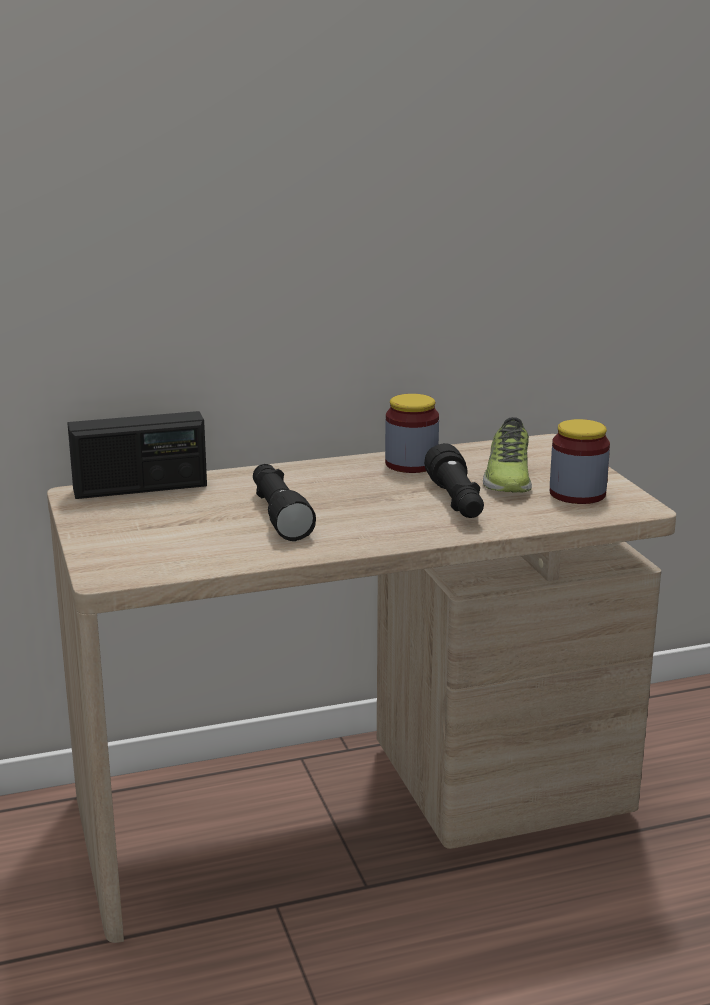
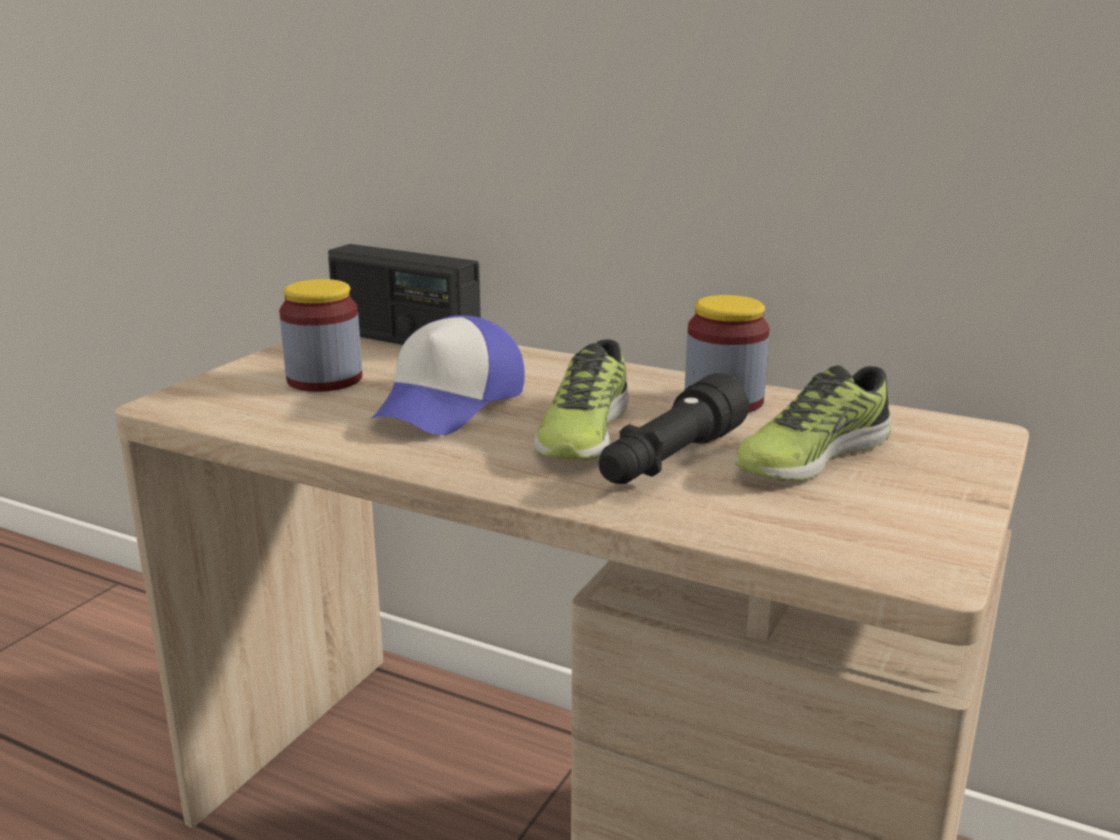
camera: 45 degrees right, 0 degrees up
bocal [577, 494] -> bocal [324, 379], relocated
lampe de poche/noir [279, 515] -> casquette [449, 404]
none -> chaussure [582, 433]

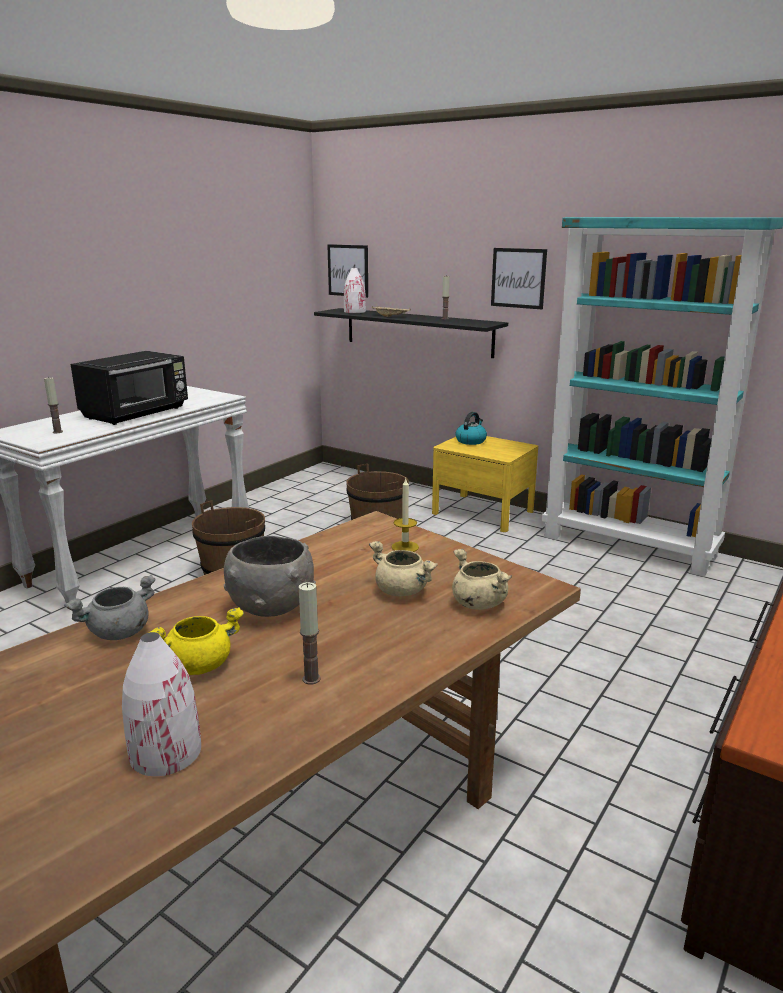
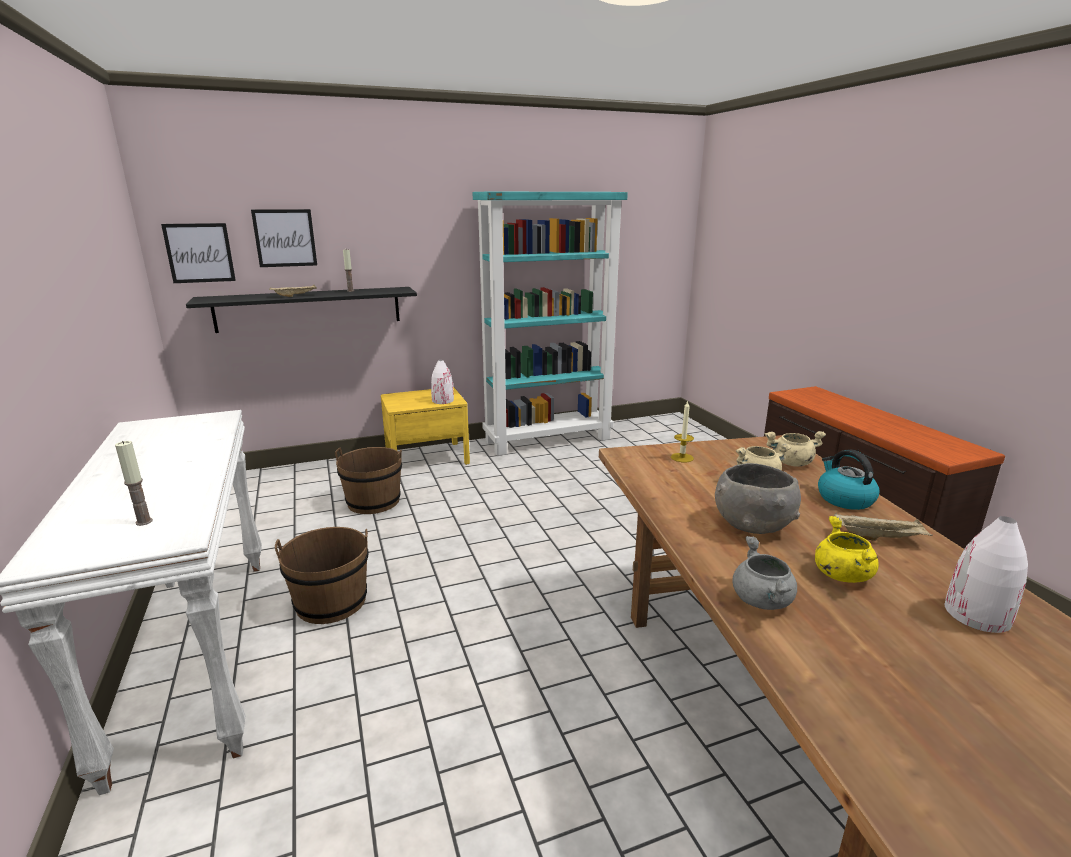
camera: 55 degrees left, 0 degrees up
tableau [518, 278] -> tableau [285, 238], relocated
vase/blanc [355, 311] -> vase/blanc [442, 400], relocated
bouilloire [471, 441] -> bouilloire [844, 499], relocated
bougie [311, 679] -> plateau/beige [879, 538]
micro-ondes/noir [137, 413] -> none

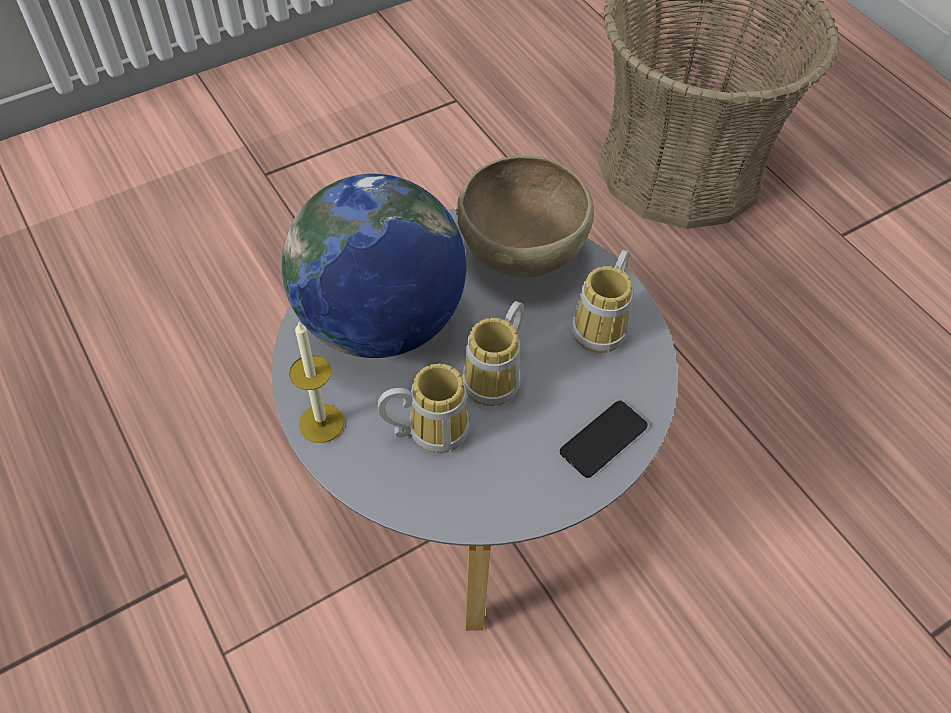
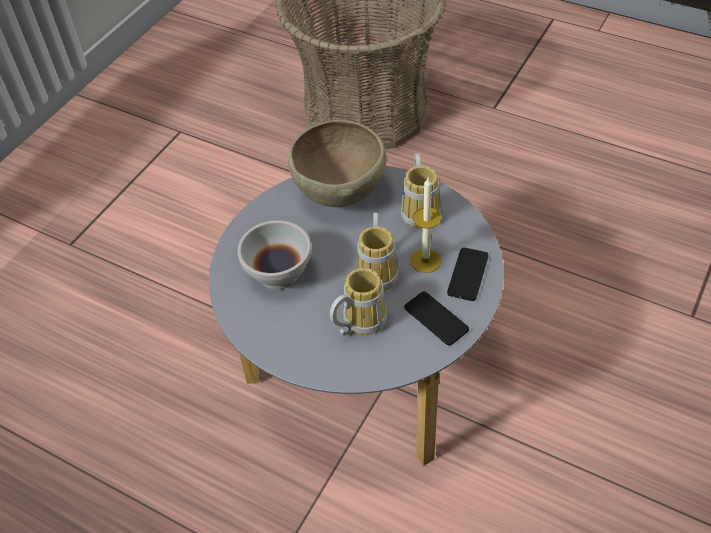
camera: 25 degrees left, 5 degrees down
globe [380, 321] -> bol/blanc [279, 275]
none -> téléphone [436, 318]
bougie [321, 423] -> bougie [425, 261], relocated

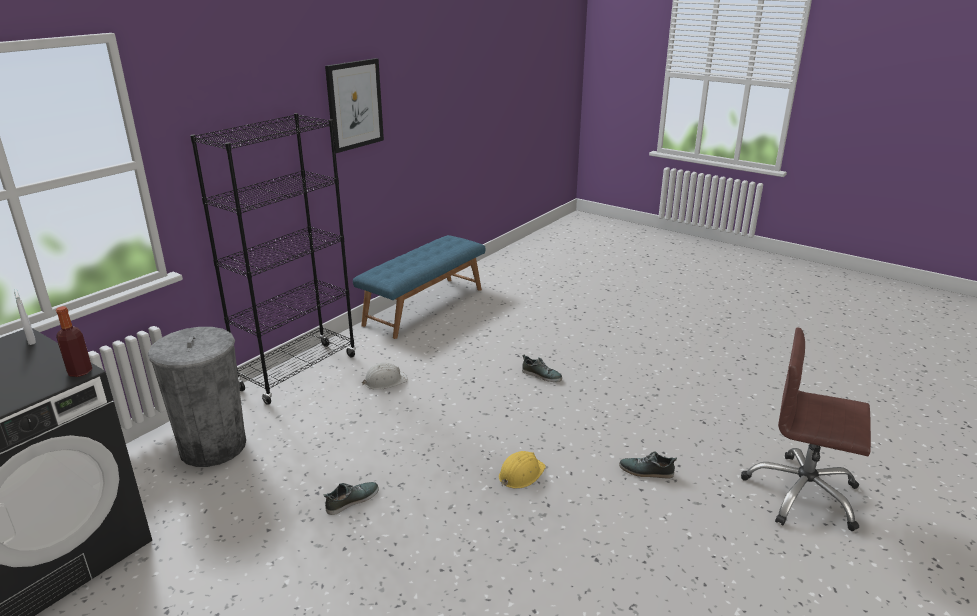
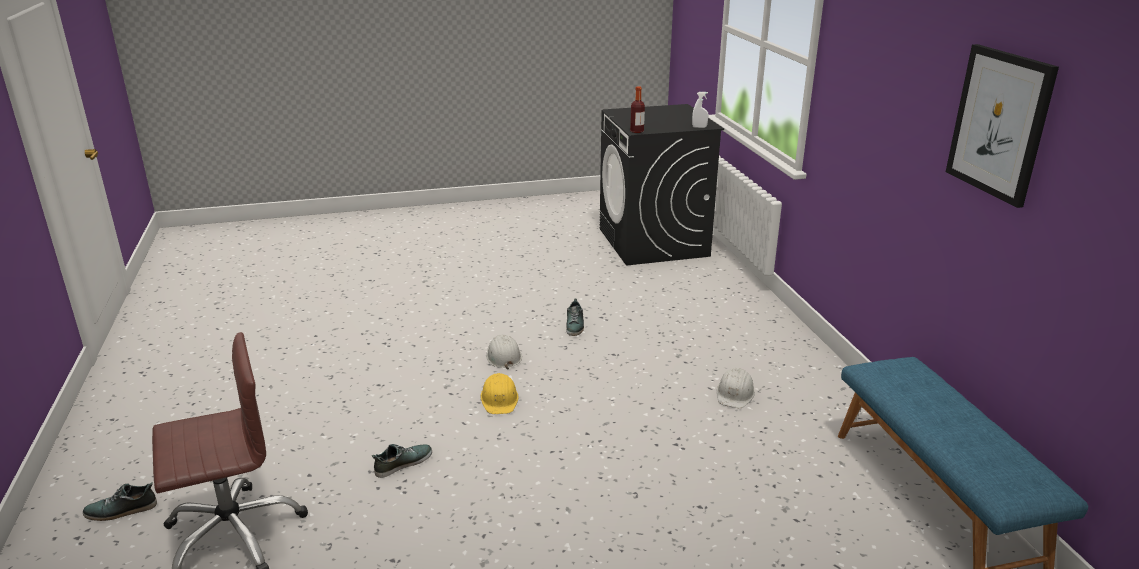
camera: 130 degrees right, 0 degrees up
chaussure [541, 375] -> chaussure [121, 510], relocated
none -> casque de chantier/blanc [503, 356]
poubelle/gris [213, 446] -> none
bibliothèque/noir [298, 372] -> none

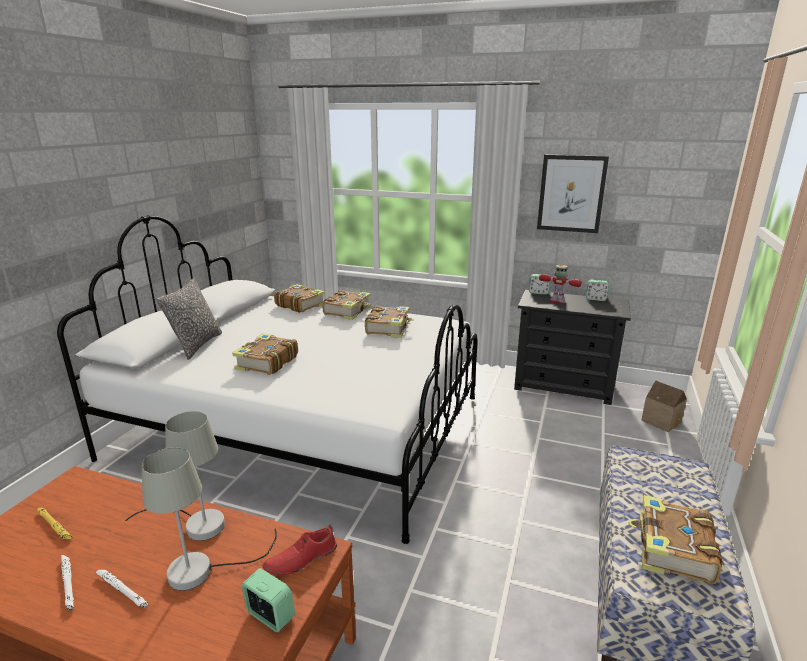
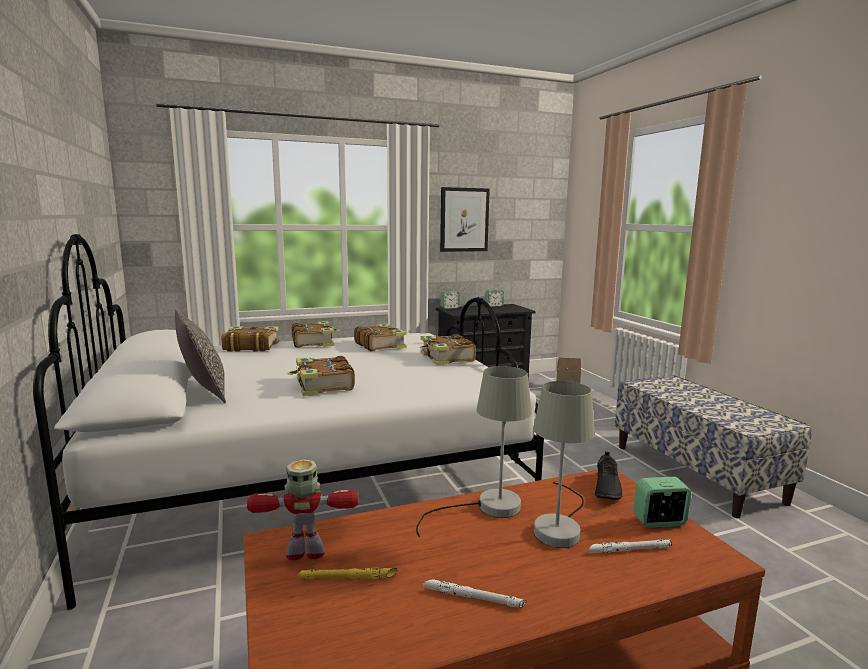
camera: 40 degrees left, 10 degrees down
robot jouet [558, 302] -> robot jouet [306, 552], relocated
livre [672, 550] -> livre [446, 358], relocated
lampe de poche/blanc [122, 590] -> lampe de poche/blanc [629, 550], relocated
chaussure/rouge [301, 559] -> chaussure/noir [606, 488]

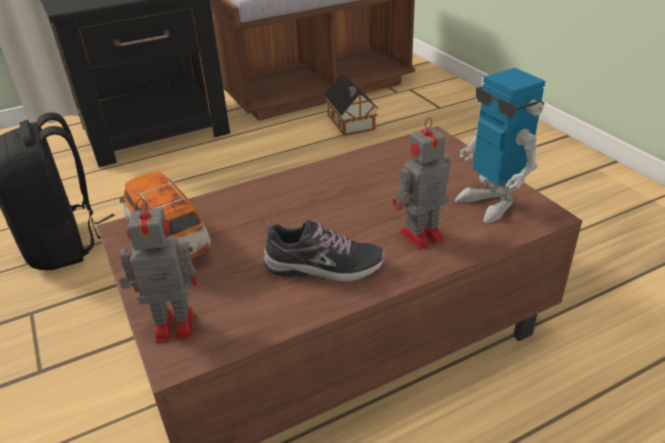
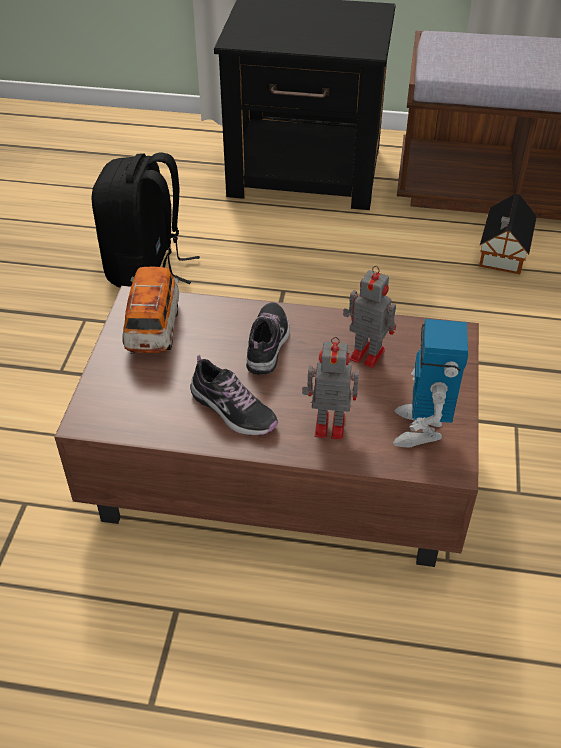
camera: 35 degrees right, 10 degrees up
none -> chaussure [267, 344]
robot jouet [171, 325] -> robot jouet [365, 353], relocated

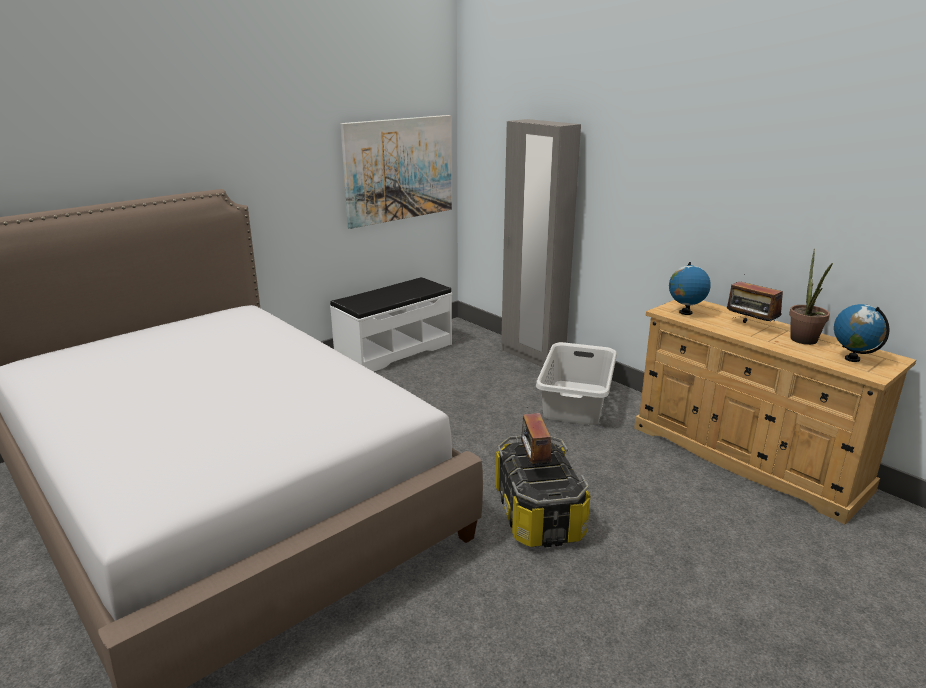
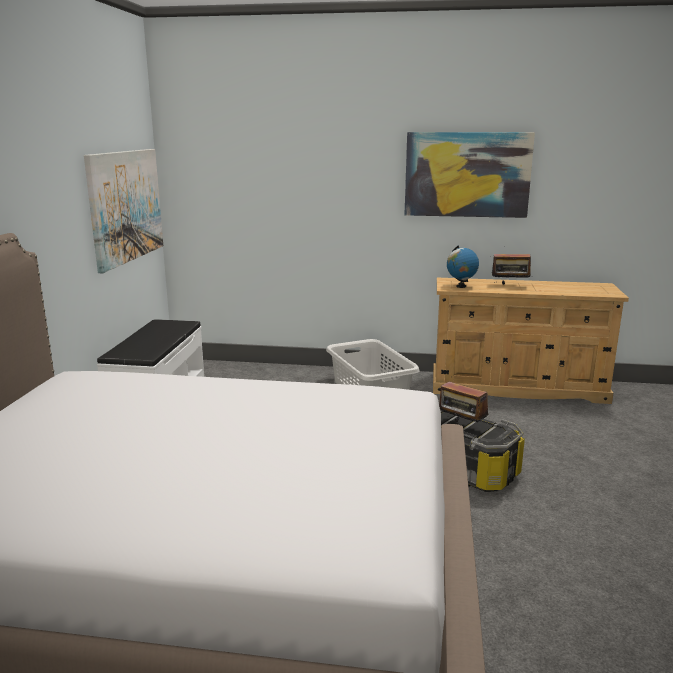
camera: 40 degrees left, 5 degrees down
none -> tableau [467, 174]
armoire/gris [532, 356] -> none
plante en pot [804, 342] -> none
globe [852, 359] -> none

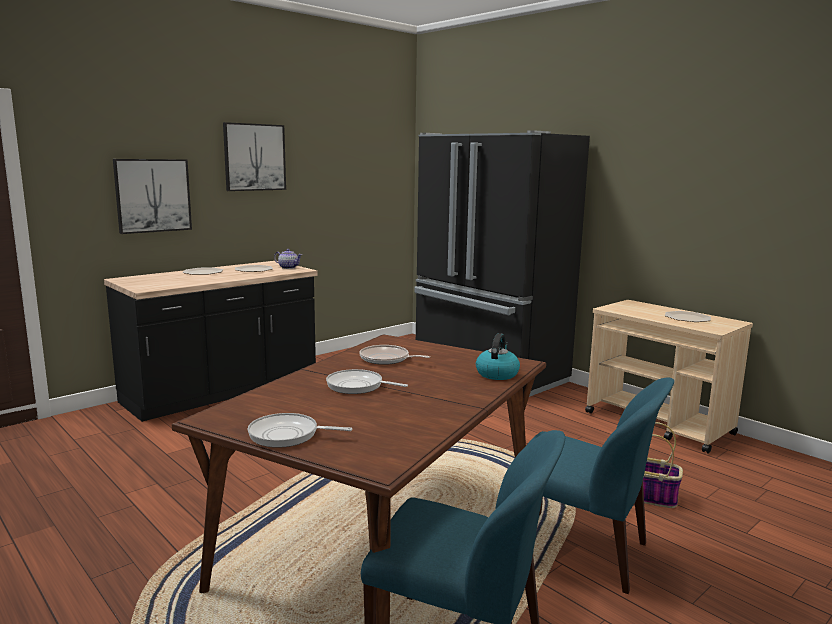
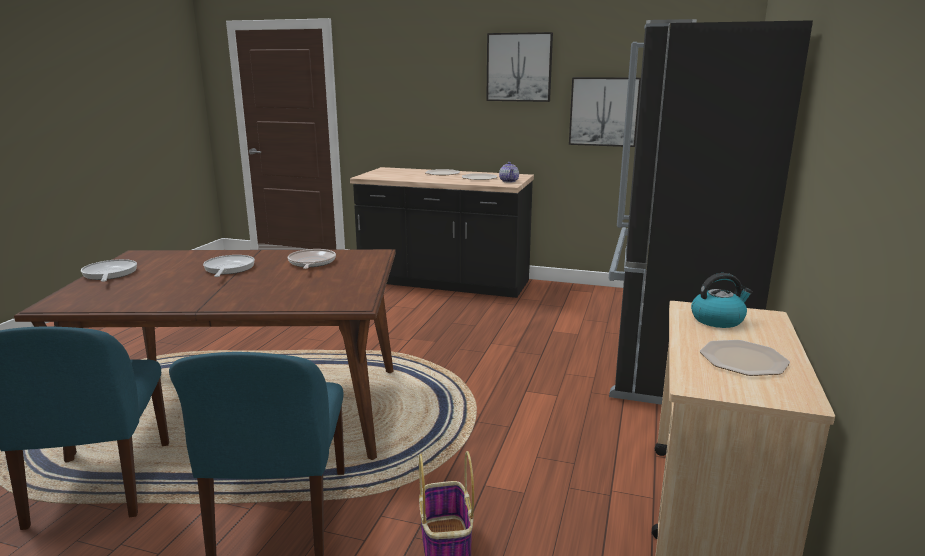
camera: 60 degrees right, 5 degrees up
tableau [153, 195] -> tableau [604, 111], relocated
bouilloire [497, 374] -> bouilloire [718, 320], relocated

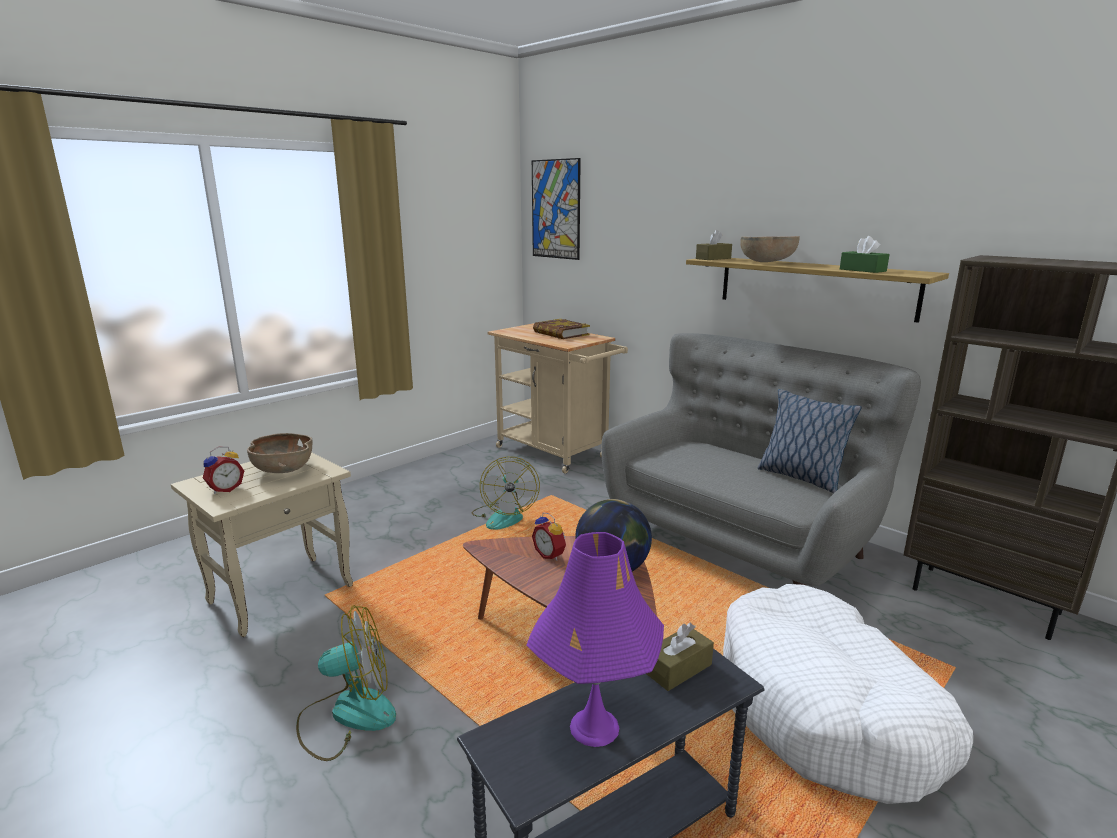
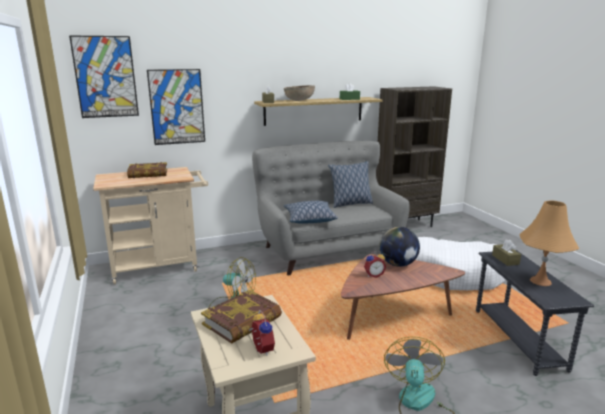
camera: 65 degrees left, 0 degrees up
none -> tableau [177, 107]
bol/marron [283, 470] -> livre [242, 321]
none -> coussin [309, 219]
lampe de table/violet [594, 727] -> lampe de table/orange [540, 281]

